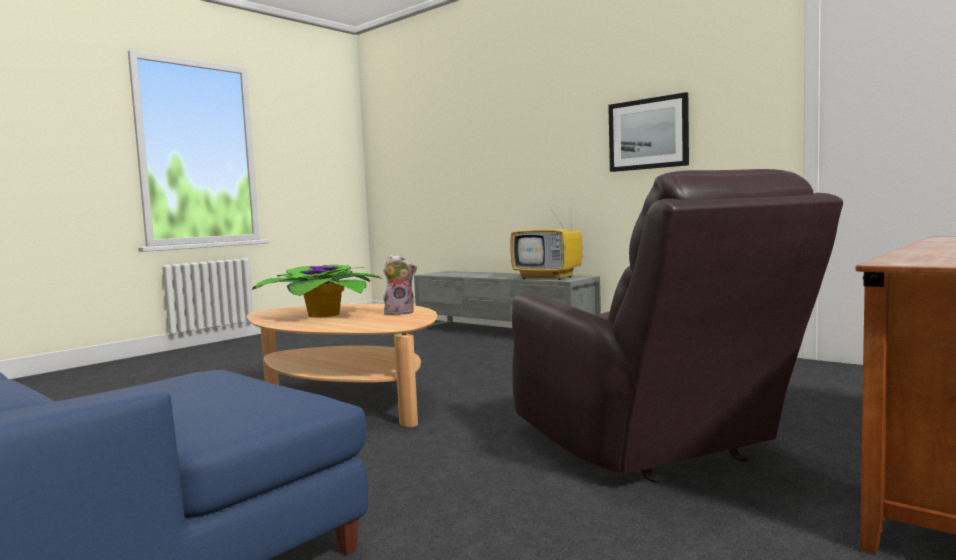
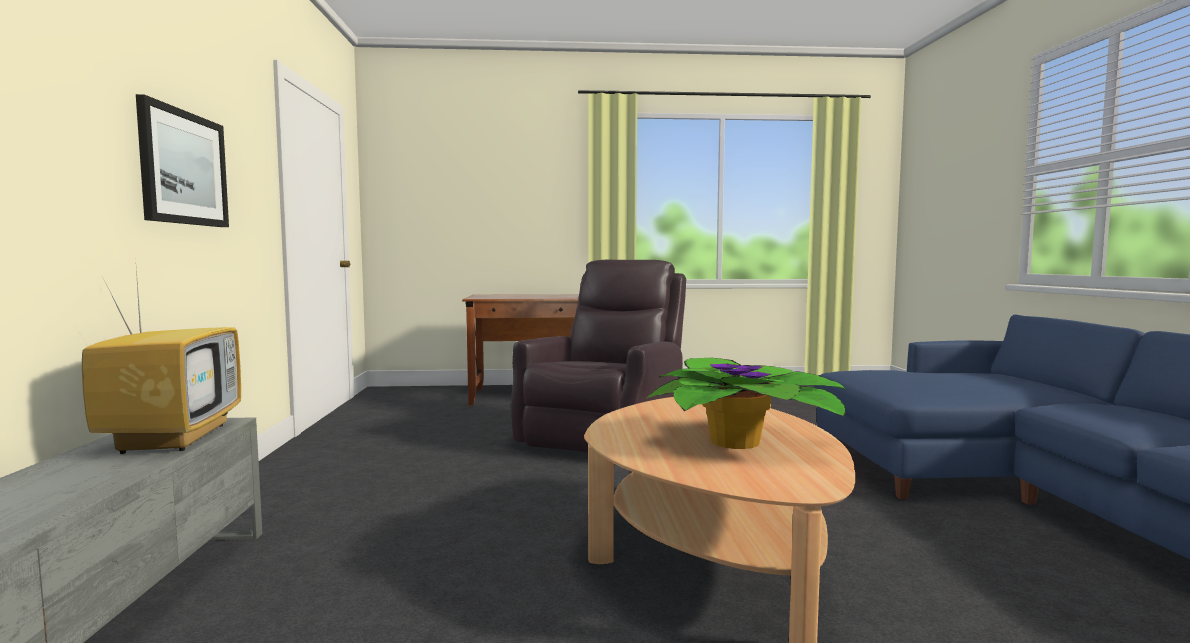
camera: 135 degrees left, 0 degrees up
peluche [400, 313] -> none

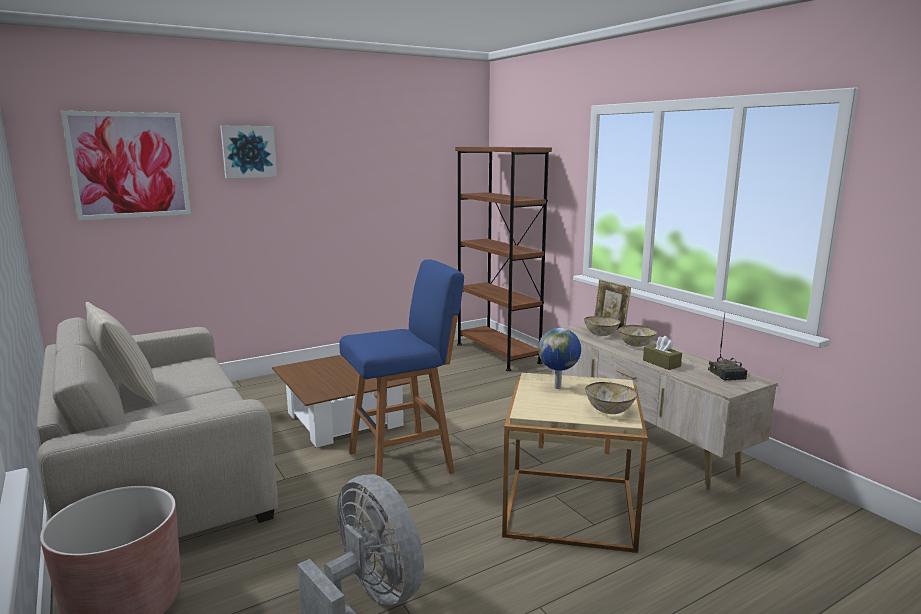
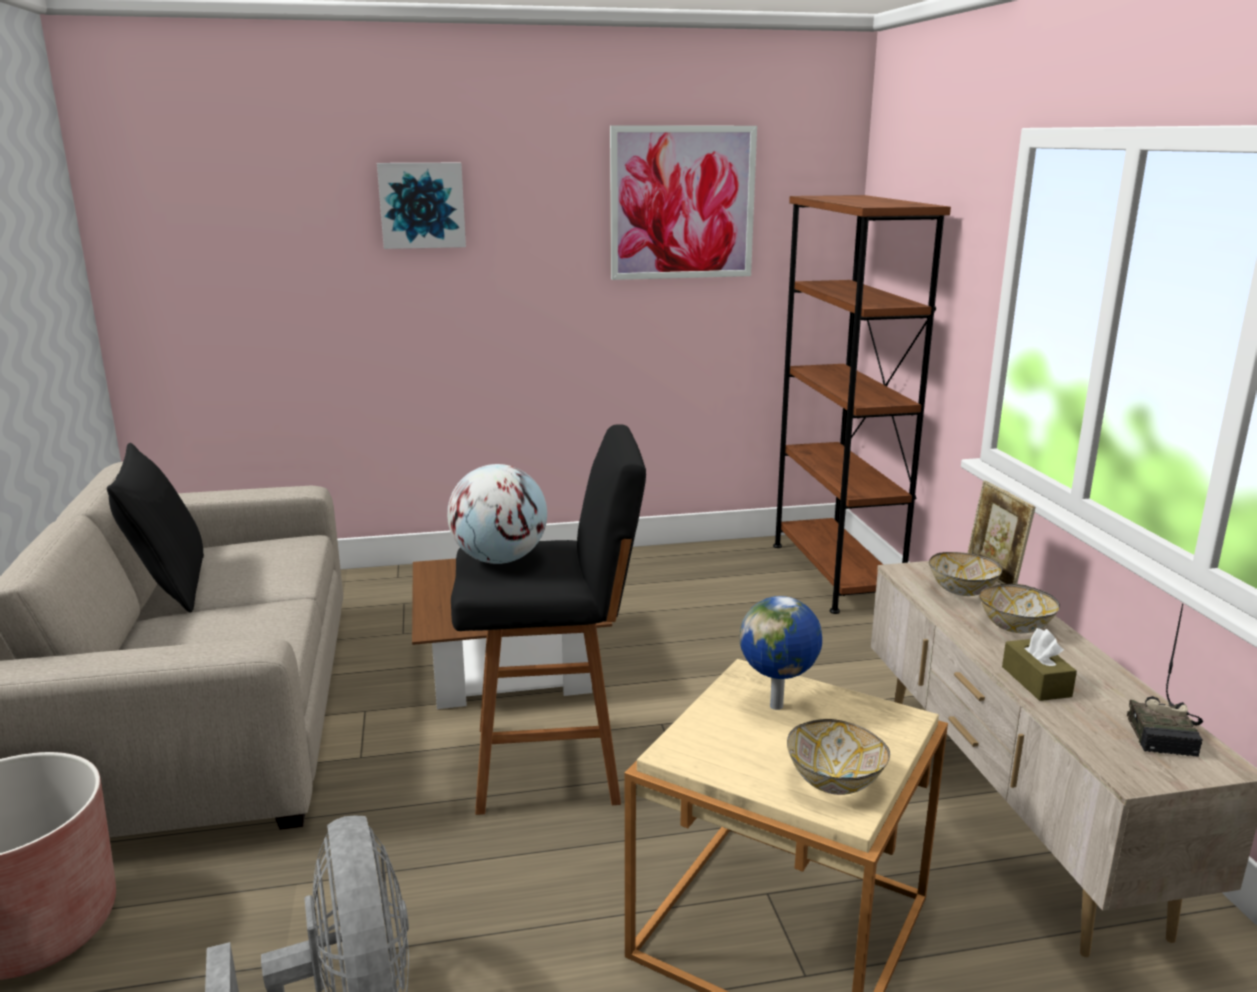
camera: 20 degrees right, 5 degrees up
coussin/beige [127, 394] -> coussin/noir [170, 587]
none -> globe [499, 559]
tabouret/bleu [404, 461] -> tabouret/noir [553, 763]
tableau [129, 165] -> tableau [682, 203], relocated

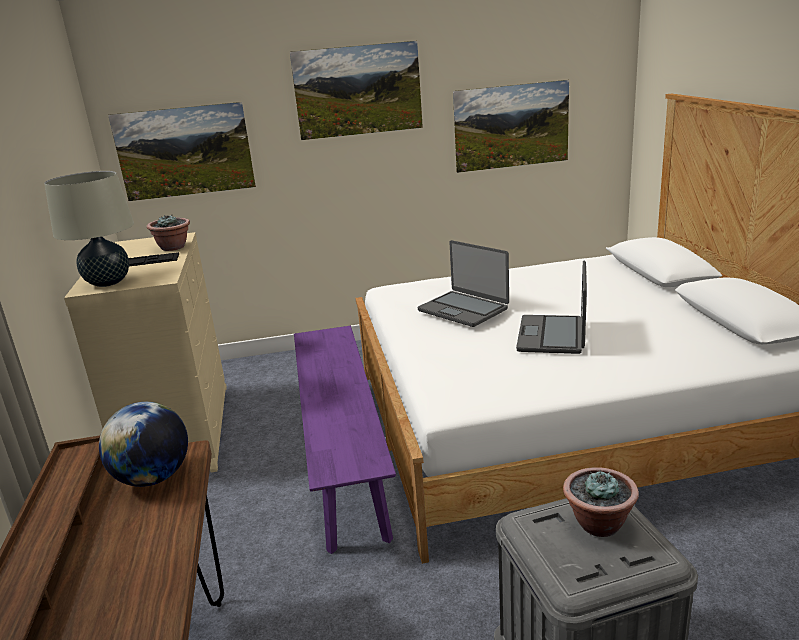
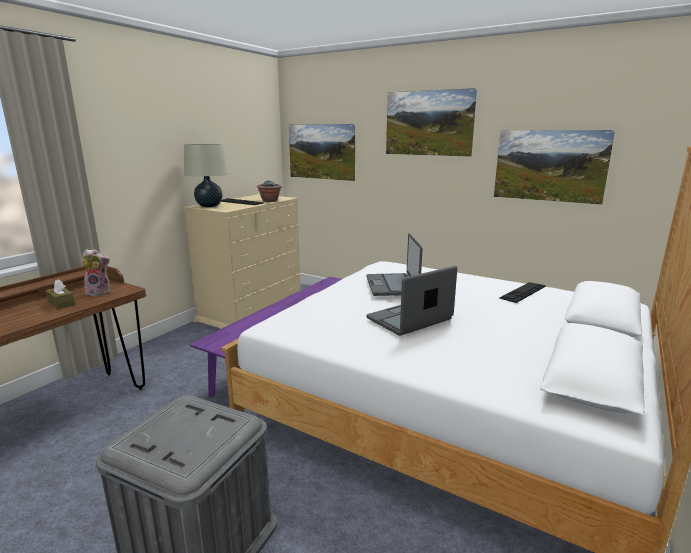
camera: 40 degrees right, 5 degrees down
none -> boîte à mouchoirs/marron [61, 303]
globe [153, 478] -> peluche [100, 292]
none -> clavier [523, 292]
plante en pot [598, 524] -> none

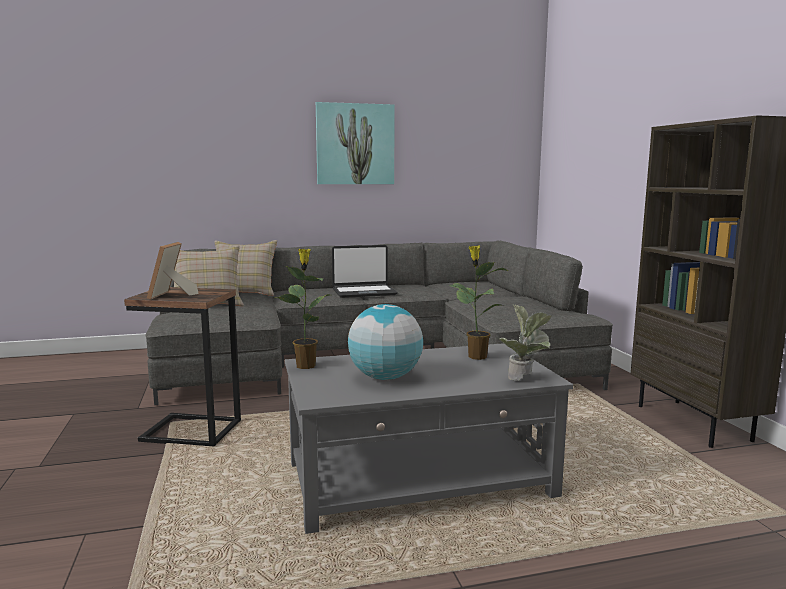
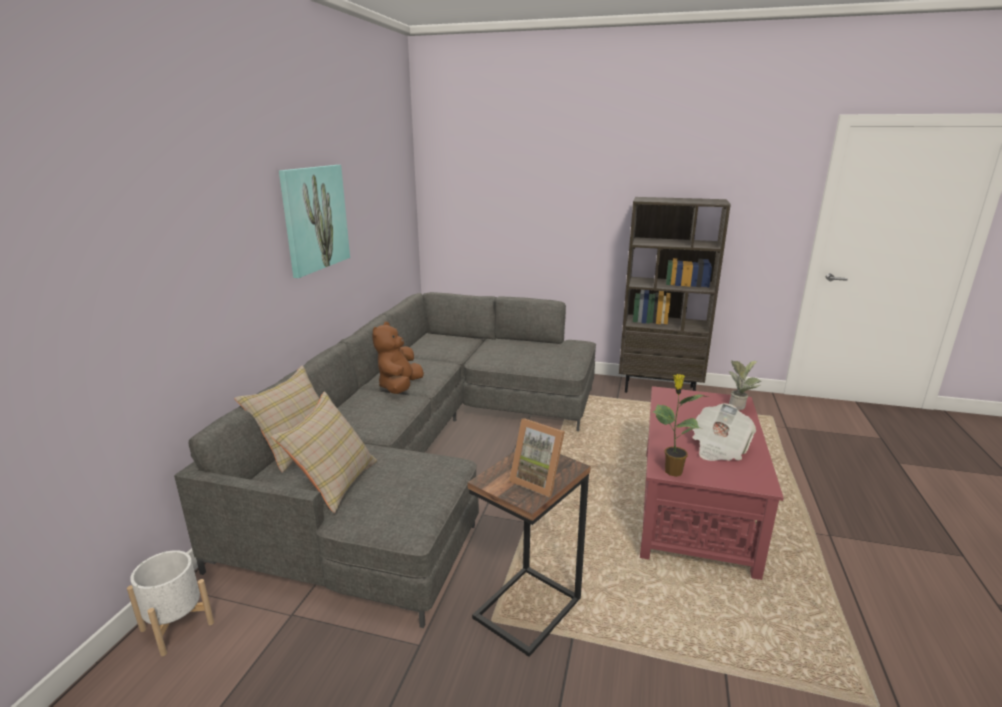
camera: 60 degrees left, 10 degrees up
none -> cache-pot/blanc [176, 626]
ordinateur portable [364, 292] -> peluche/marron [399, 387]
table basse/gris [420, 480] -> table basse/rouge [695, 506]
globe [385, 378] -> journal [718, 447]
plante en pot [476, 356] -> none

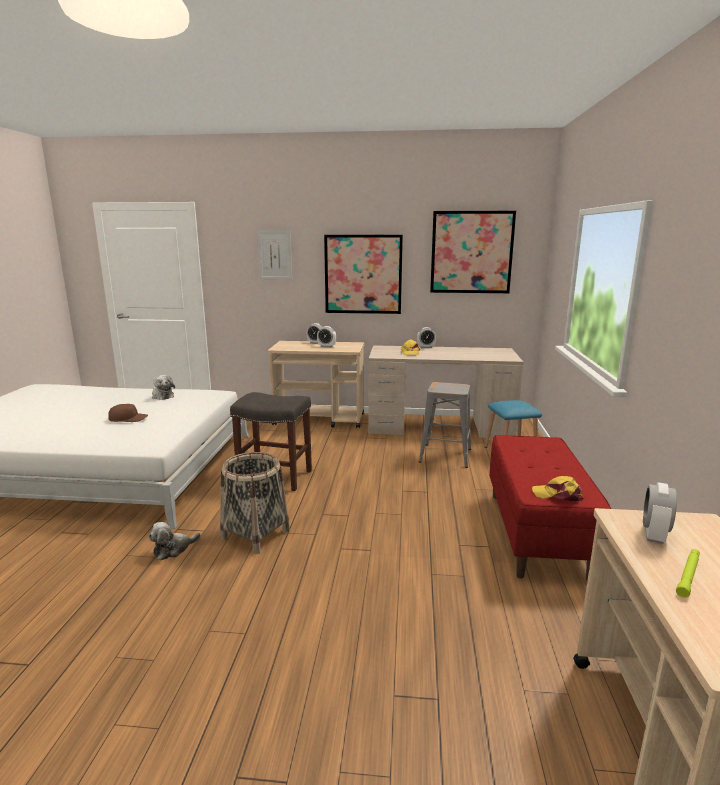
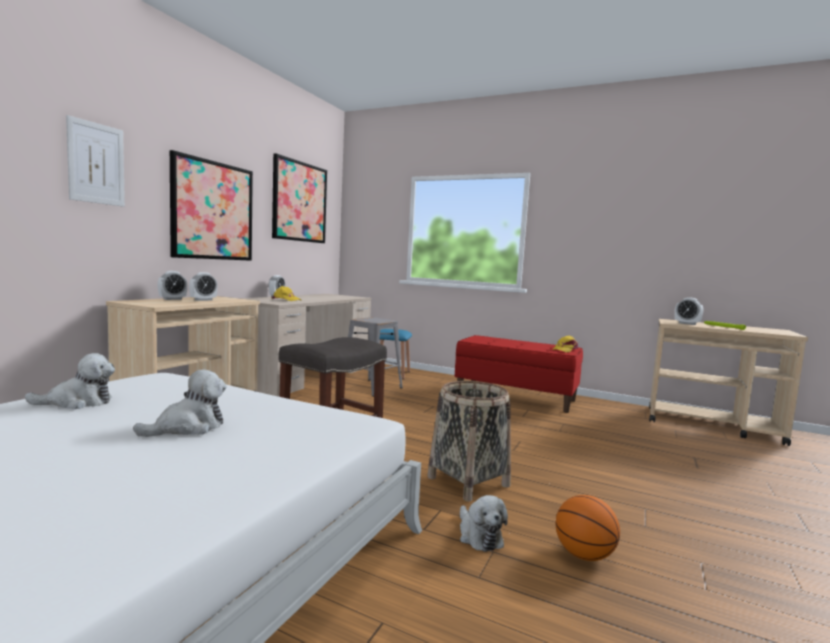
camera: 70 degrees left, 10 degrees down
casquette/marron [128, 419] -> peluche [188, 427]
none -> ballon de basket [584, 555]

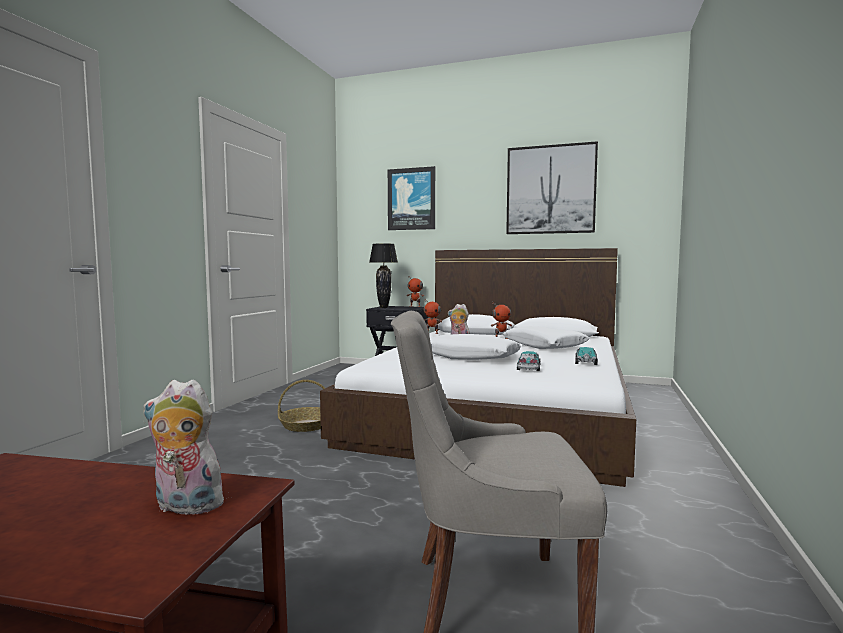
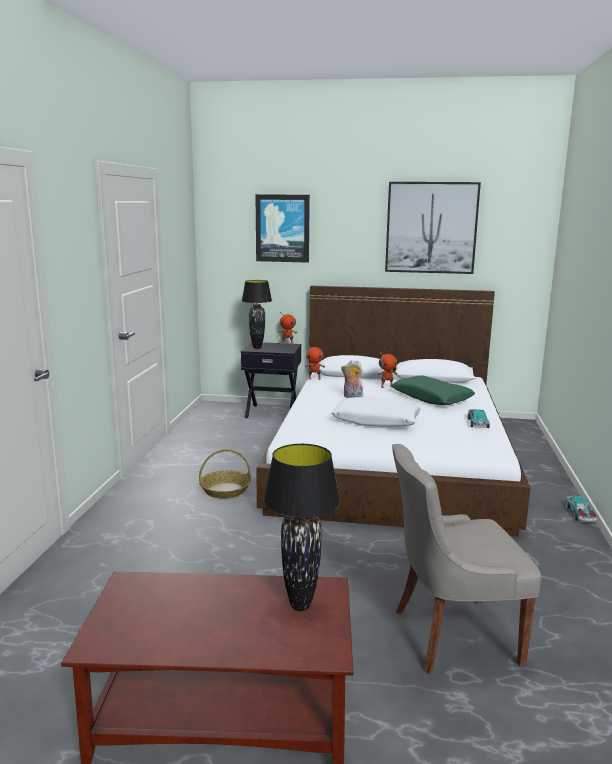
camera: 10 degrees left, 10 degrees up
peluche [184, 507] -> lampe de table/noir [301, 605]
coussin/blanc [544, 346] -> coussin/vert [431, 398]
petite voiture [528, 367] -> petite voiture [580, 514], relocated

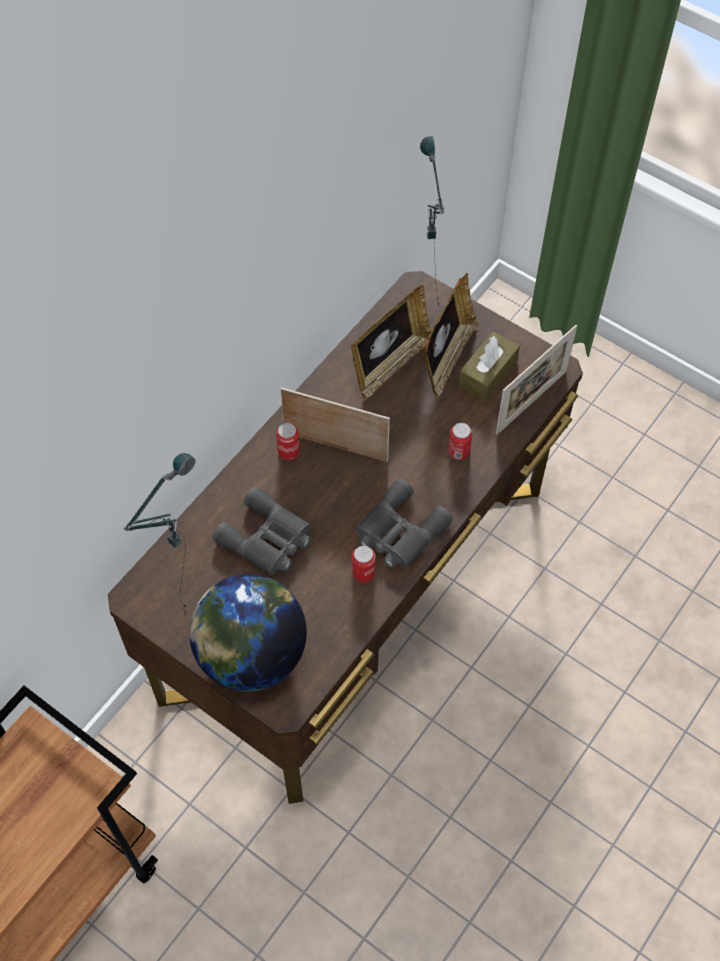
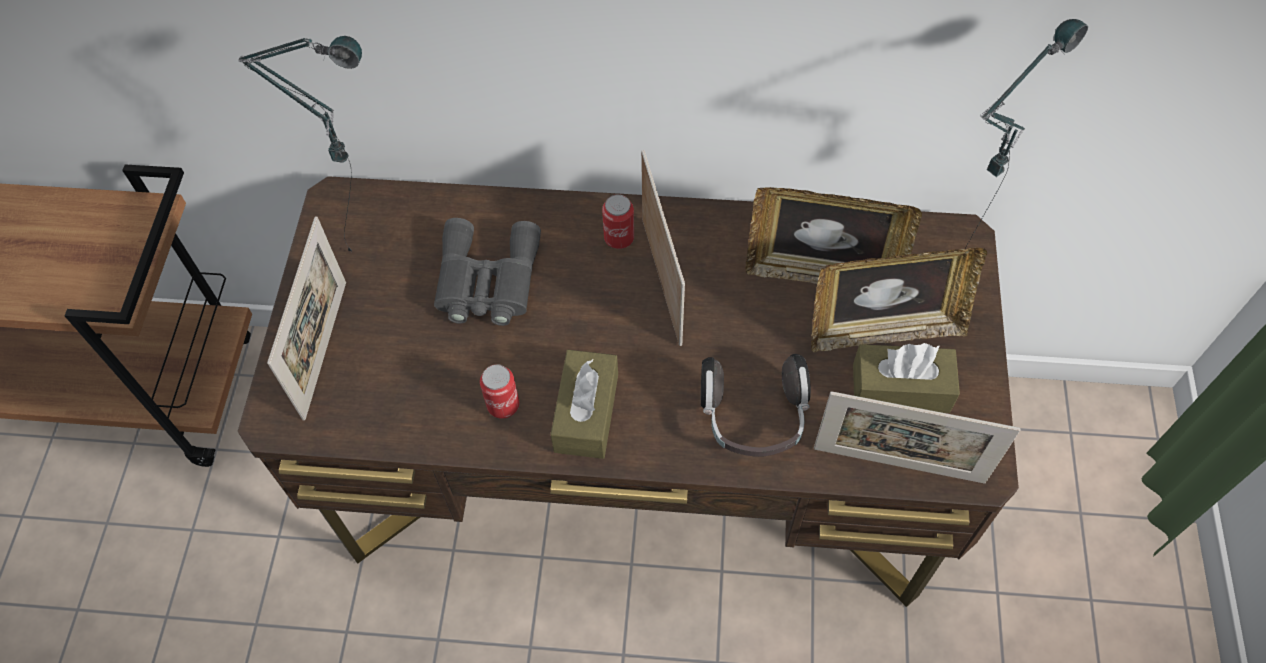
camera: 60 degrees right, 0 degrees up
globe [251, 655] -> cadre photo [325, 348]
jumelles/gris [398, 532] -> boîte à mouchoirs/marron [586, 413]
boîte métallique [458, 452] -> casque audio [753, 418]

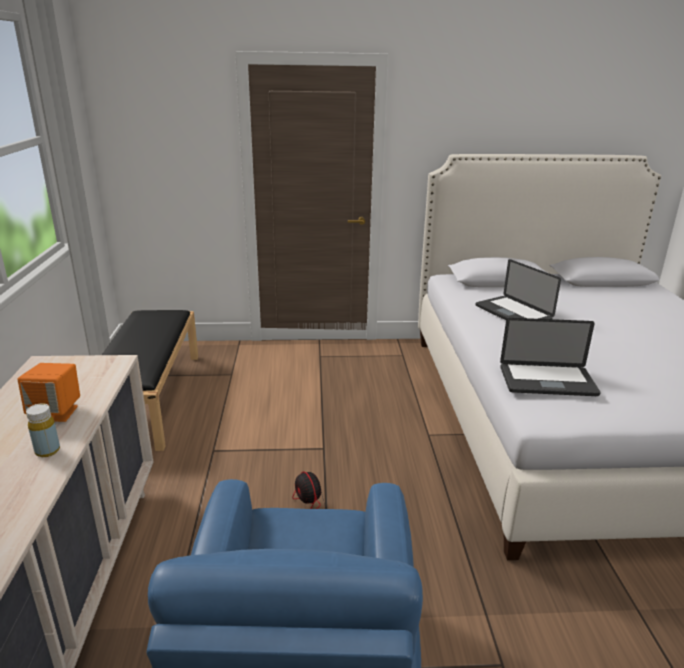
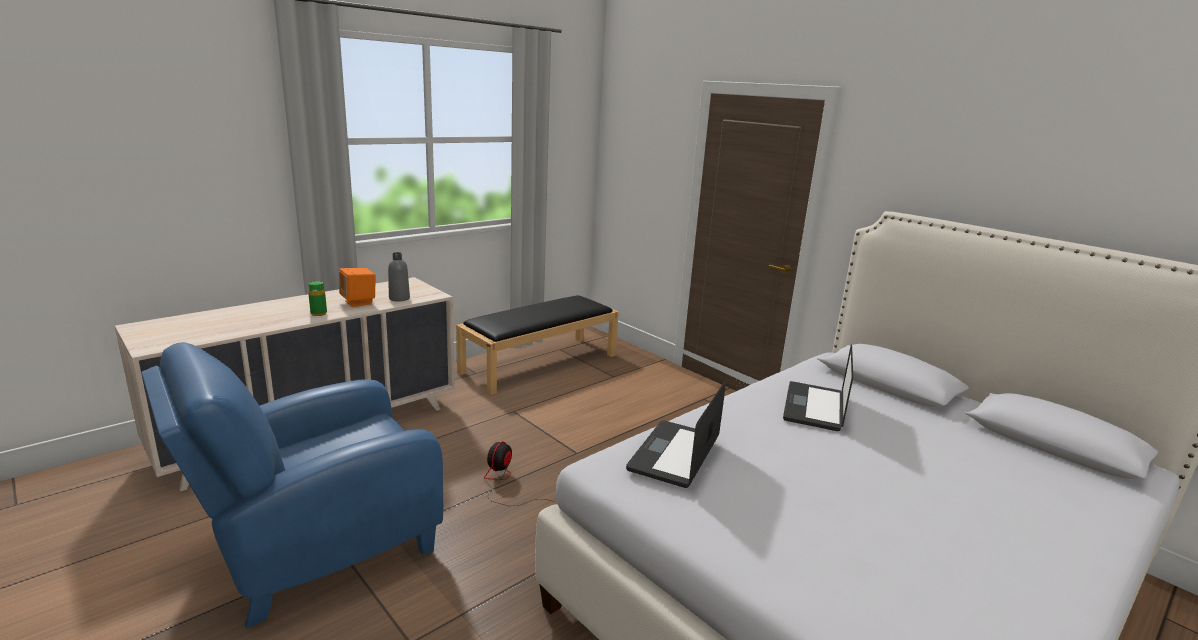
camera: 50 degrees right, 5 degrees down
bouteille/jaune [47, 451] -> bouteille/vert [318, 313]
none -> bouteille/gris [399, 298]
ordinateur portable [547, 381] -> ordinateur portable [674, 454], 60 degrees clockwise

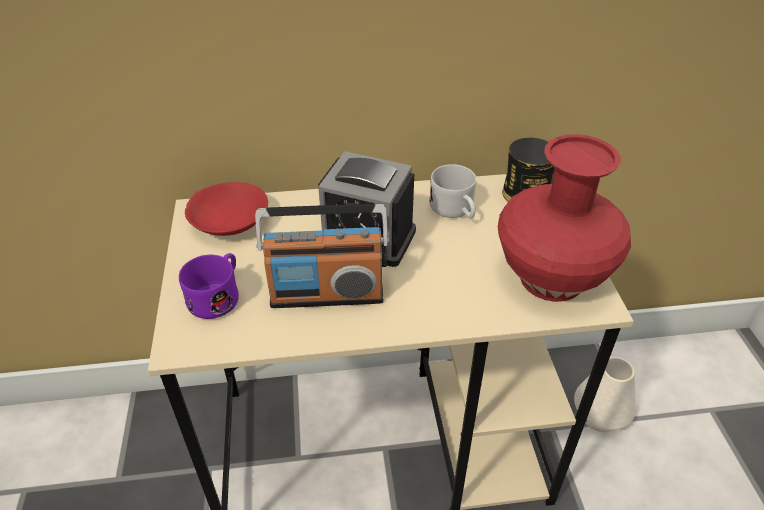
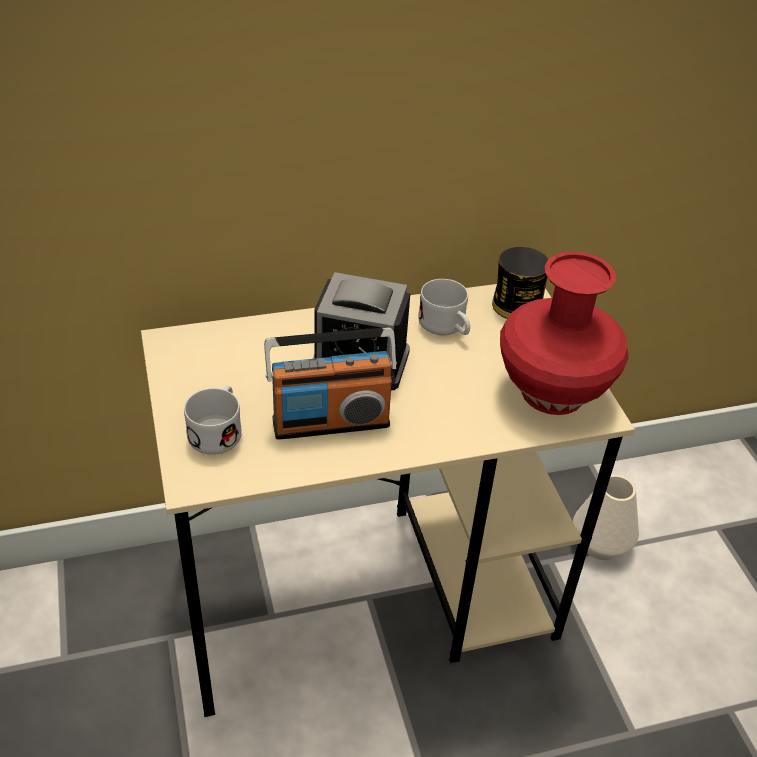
camera: 10 degrees left, 0 degrees up
mug/violet [218, 295] -> mug/blanc [218, 430]
bol/rouge [229, 221] -> none

